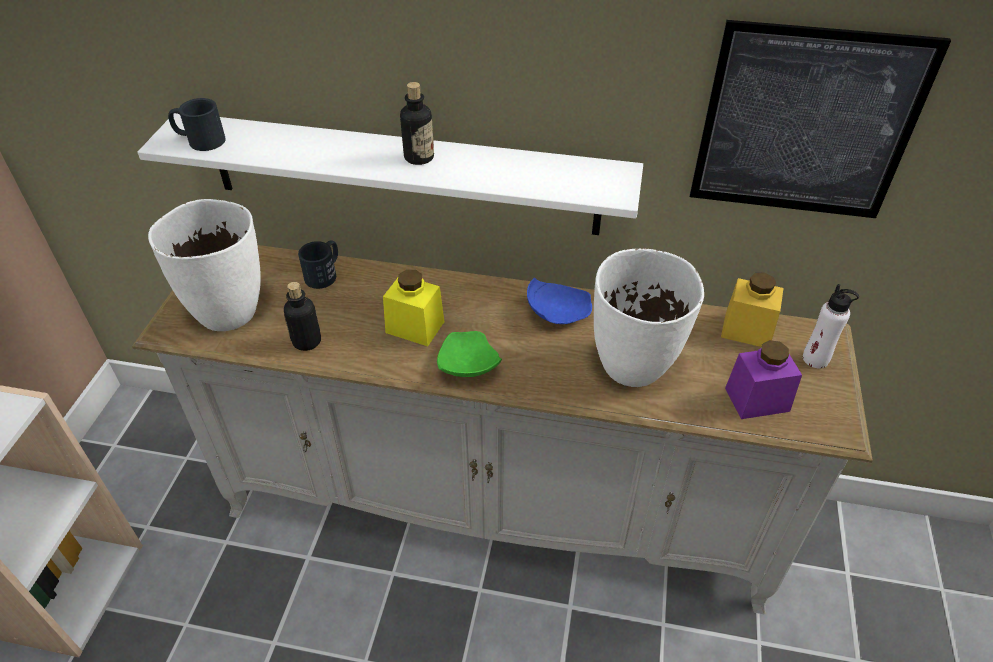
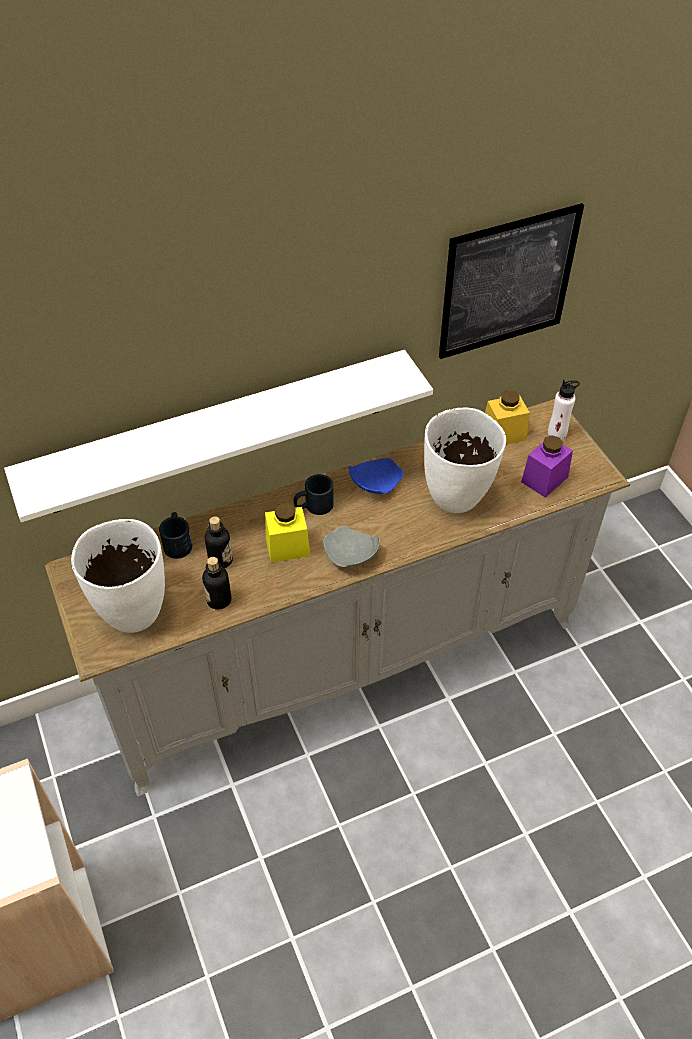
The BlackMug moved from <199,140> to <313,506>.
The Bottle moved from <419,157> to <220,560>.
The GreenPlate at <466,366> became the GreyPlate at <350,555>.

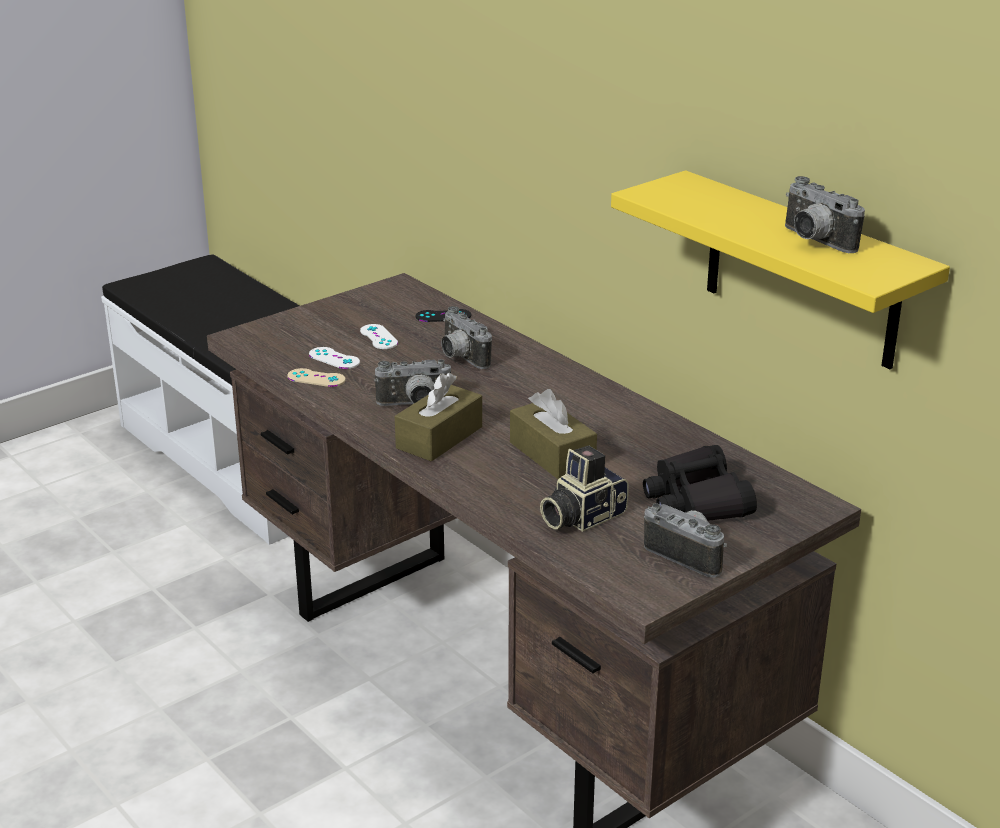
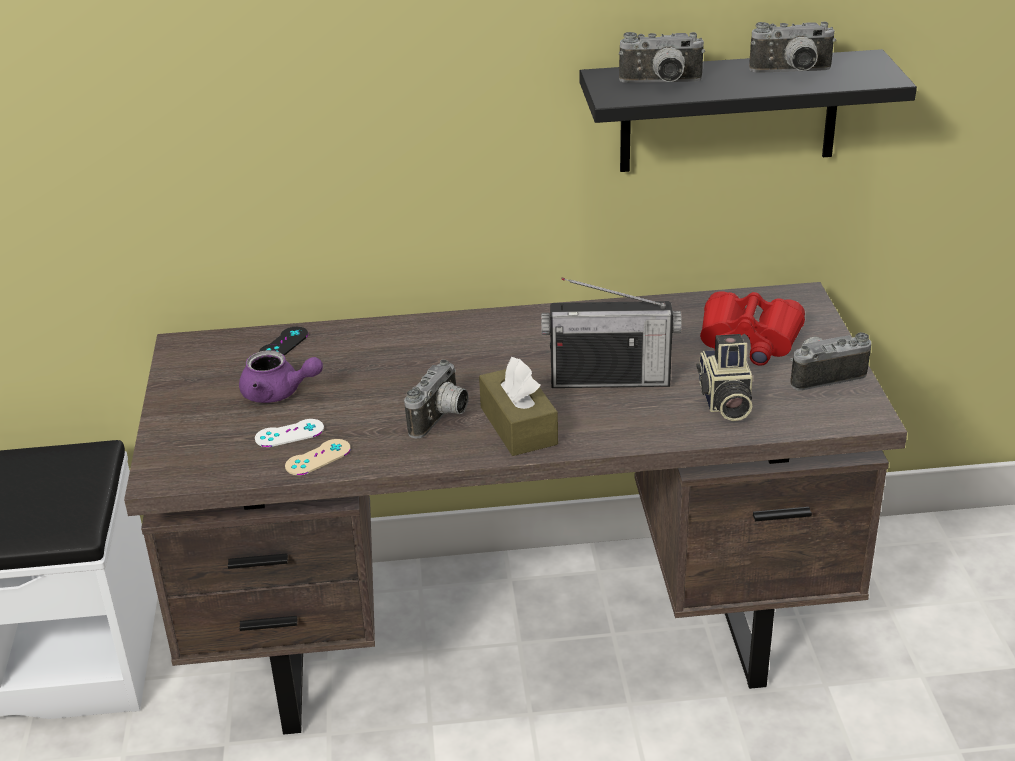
The WhiteGameController at <378,337> was replaced by the PurpleTeapot at <278,393>.
The PhotoCamera moved from <460,358> to <661,83>.
The BrownTissueBox at <552,454> was replaced by the Radio at <610,379>.
The YellowShelf at <802,271> became the BlackShelf at <729,112>.
The BlackBinoculars at <696,500> became the RedBinoculars at <748,341>.

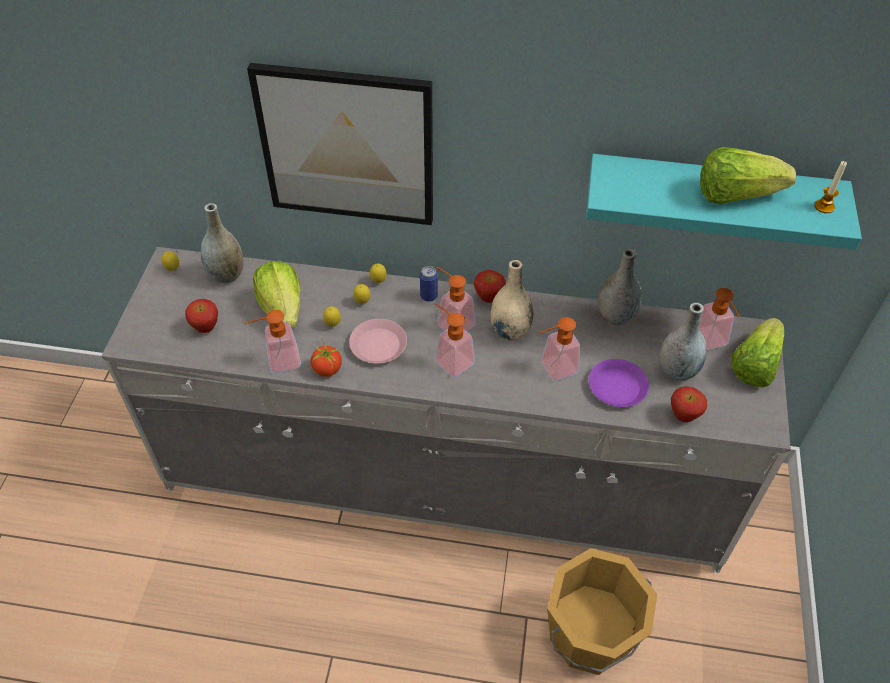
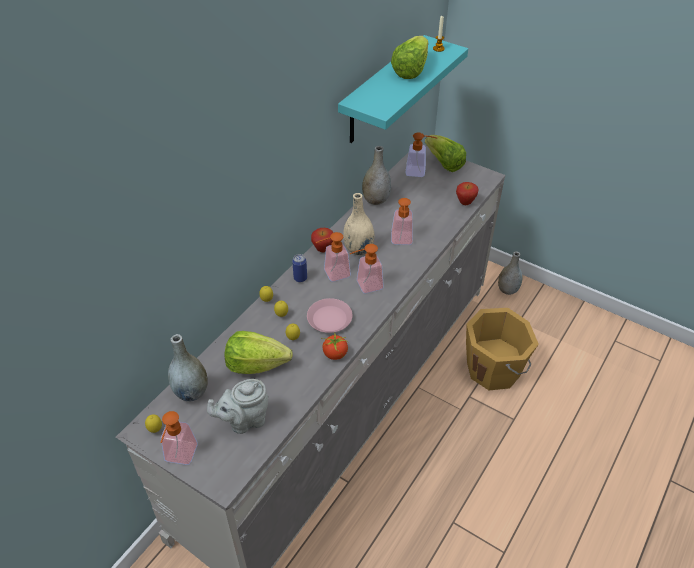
The Apple at <206,328> was replaced by the GreyTeapot at <244,420>.
The SoapDispenser moved from <277,362> to <179,458>.
The Picture at <347,146> disappeared.
The PurplePlate at <617,387> disappeared.
The GreyVase moved from <677,371> to <507,290>.

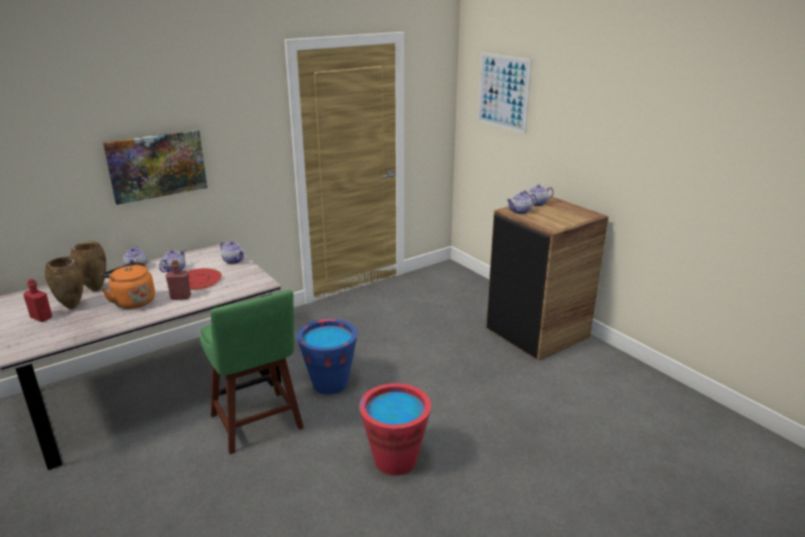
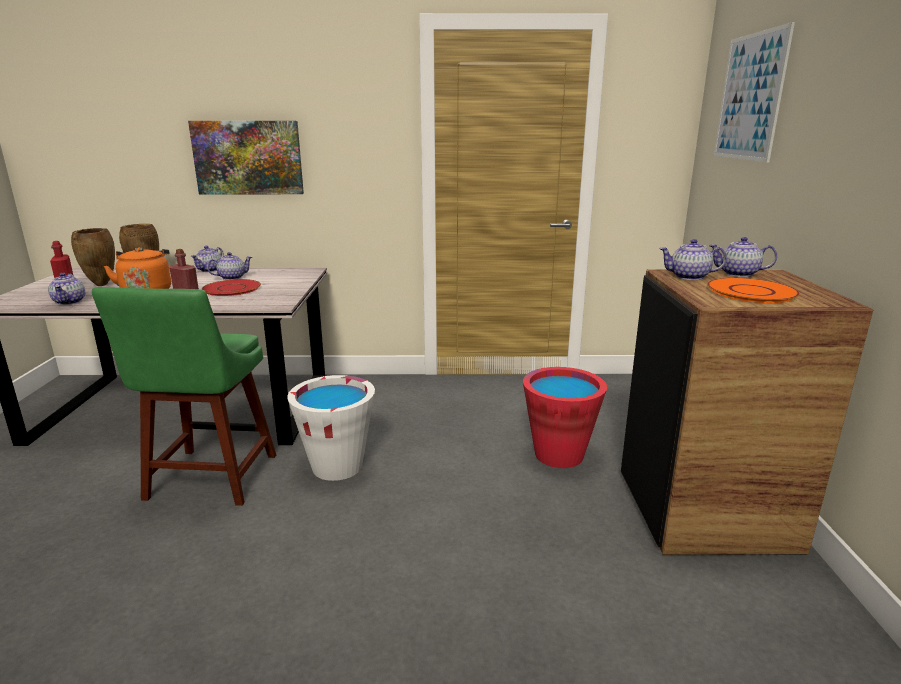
The Teapot moved from <234,261> to <70,302>.
The BlueBucket at <330,383> became the WhiteBucket at <337,466>.
The RedBucket moved from <395,460> to <559,455>.
The OrangePlate at <750,292> appeared.

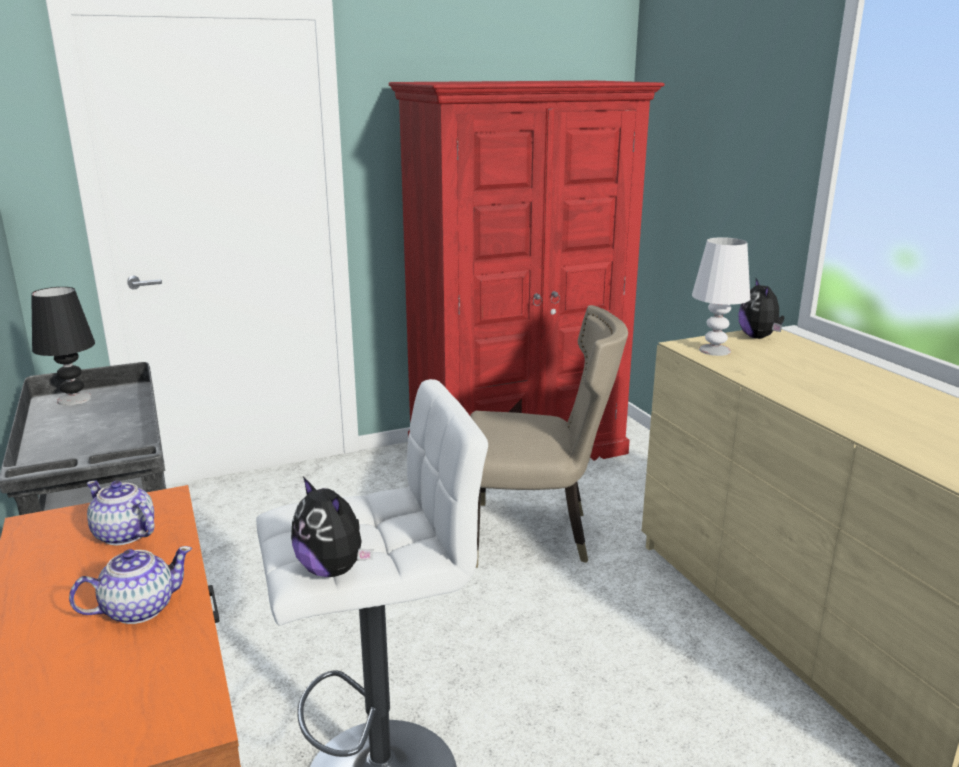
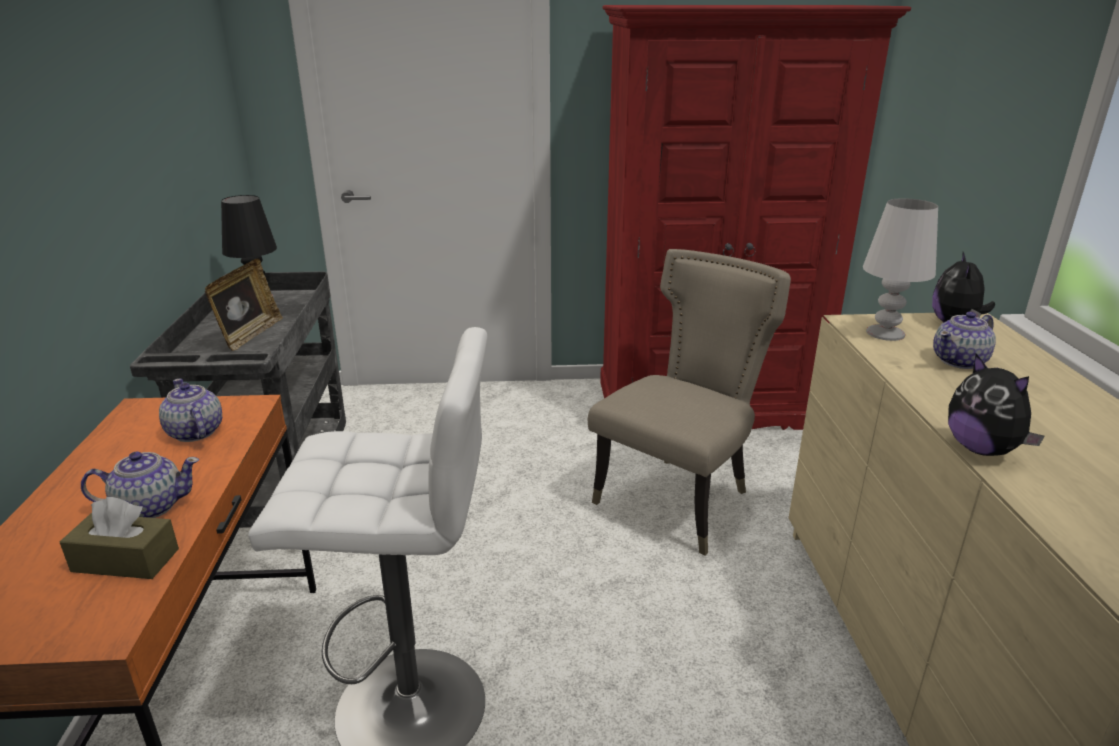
The PlushToy moved from <333,569> to <982,449>.
The BeigeChair at <535,535> turned 75 degrees counterclockwise.
The BrownTissueBox at <125,560> appeared.
The PictureFrame at <249,335> appeared.
The Teapot at <960,361> appeared.

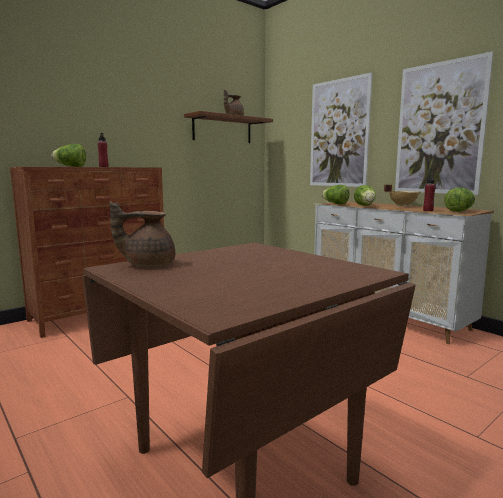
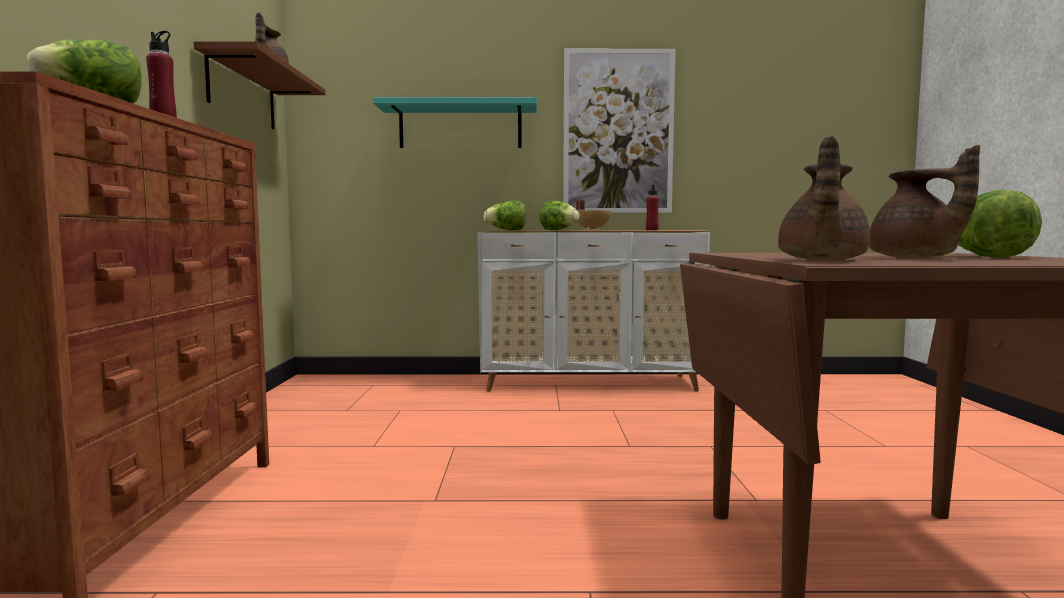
The Picture at <339,133> was replaced by the TurquoiseShelf at <460,127>.
The Lettuce moved from <460,211> to <984,256>.
The BrownTeapot at <915,258> appeared.

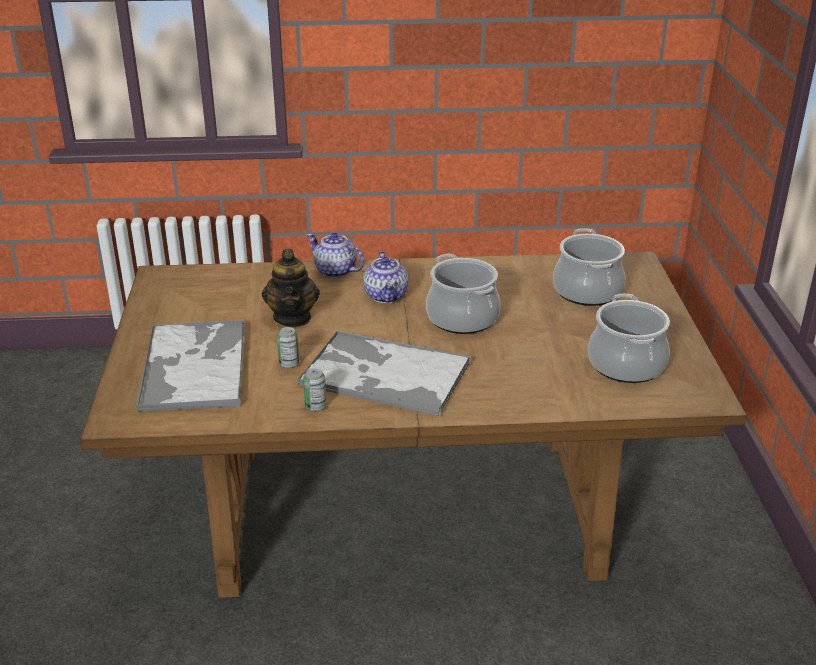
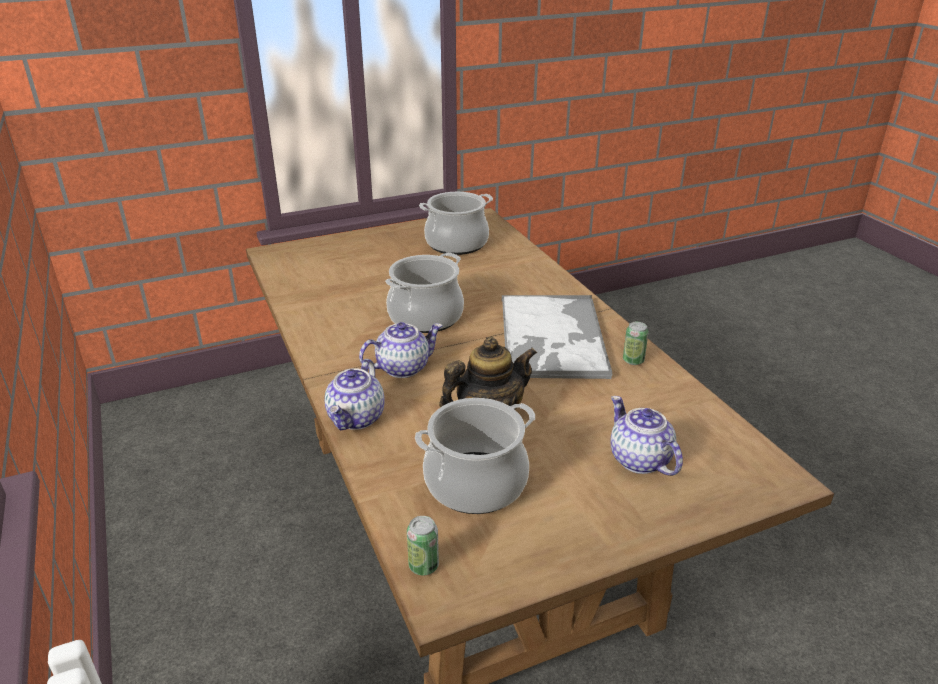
The Tray at <194,366> was replaced by the Teapot at <638,459>.
The Can moved from <289,364> to <423,566>.
The CookingPot moved from <587,291> to <475,483>.

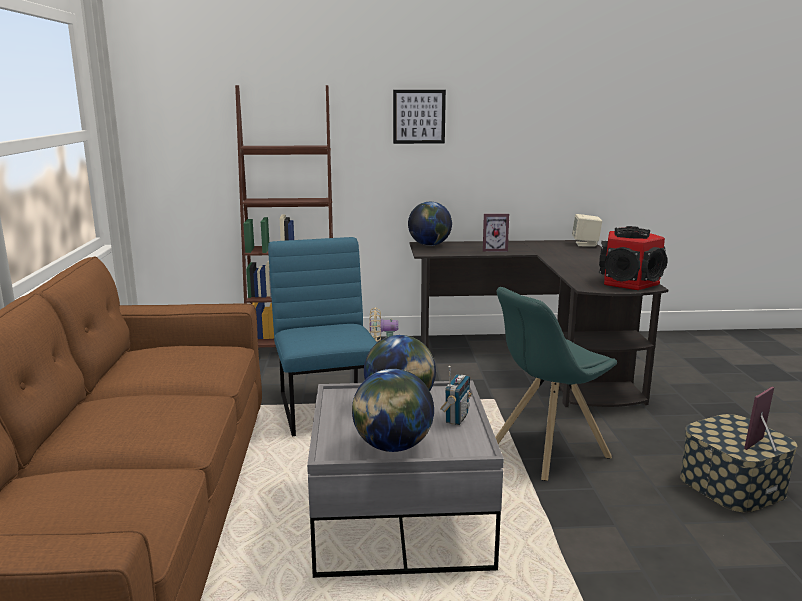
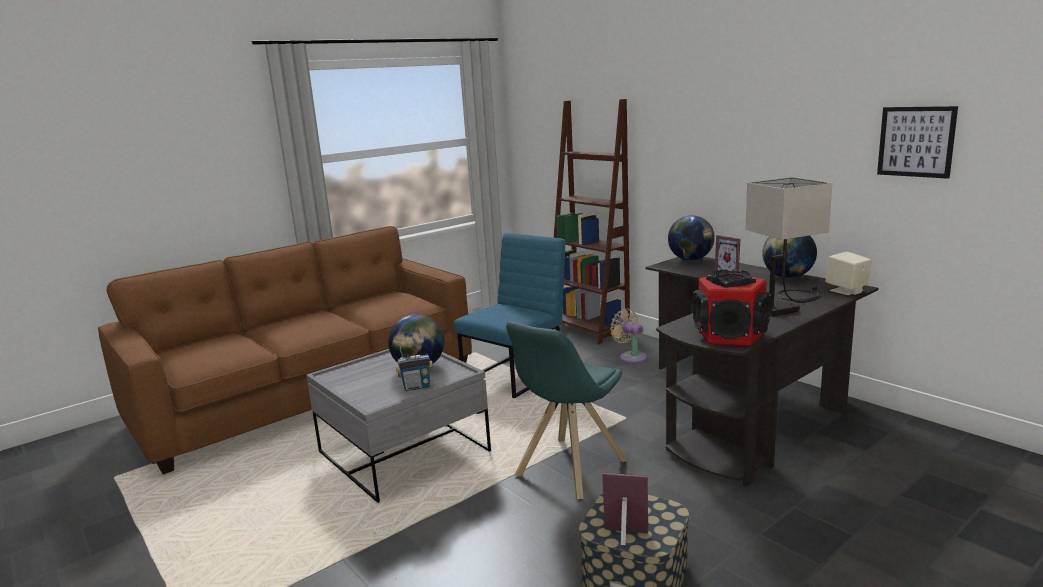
The Globe moved from <392,446> to <787,277>.
The Picture moved from <419,116> to <916,141>.
The TurquoiseChair at <548,451> turned 75 degrees counterclockwise.
The TableLamp at <789,304> appeared.

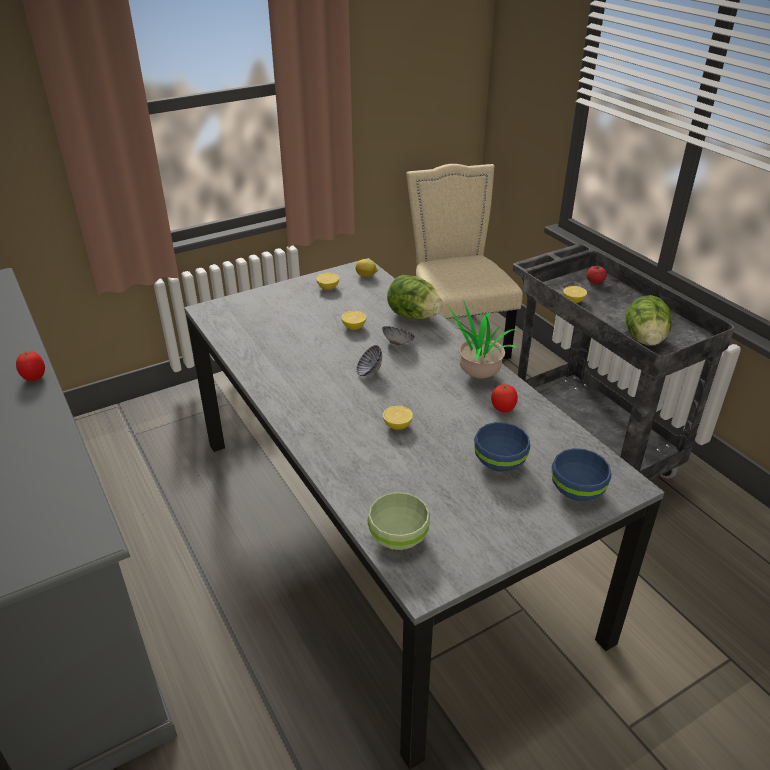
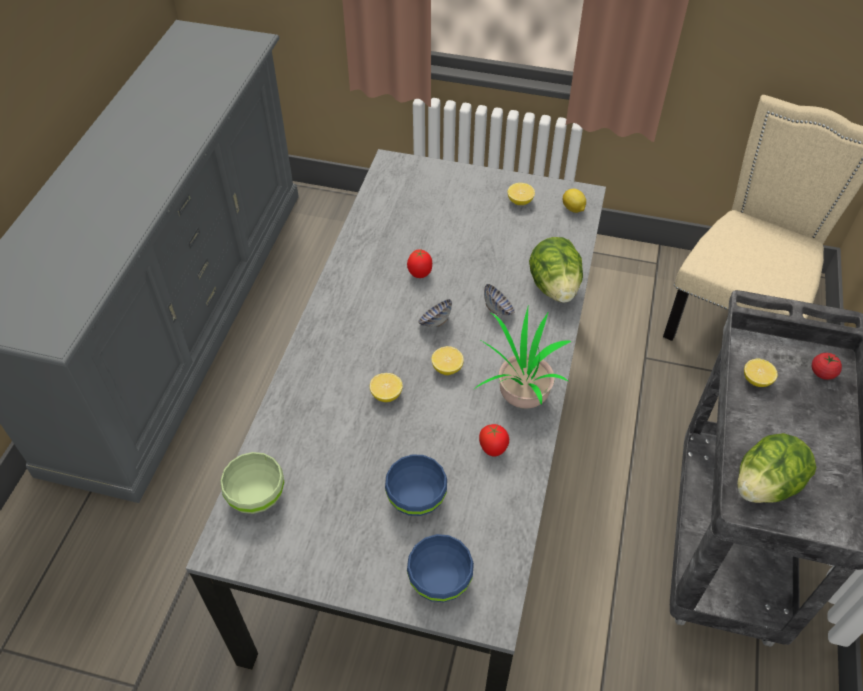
The Tomato moved from <35,378> to <420,274>.
The Lemon moved from <354,327> to <447,368>.

